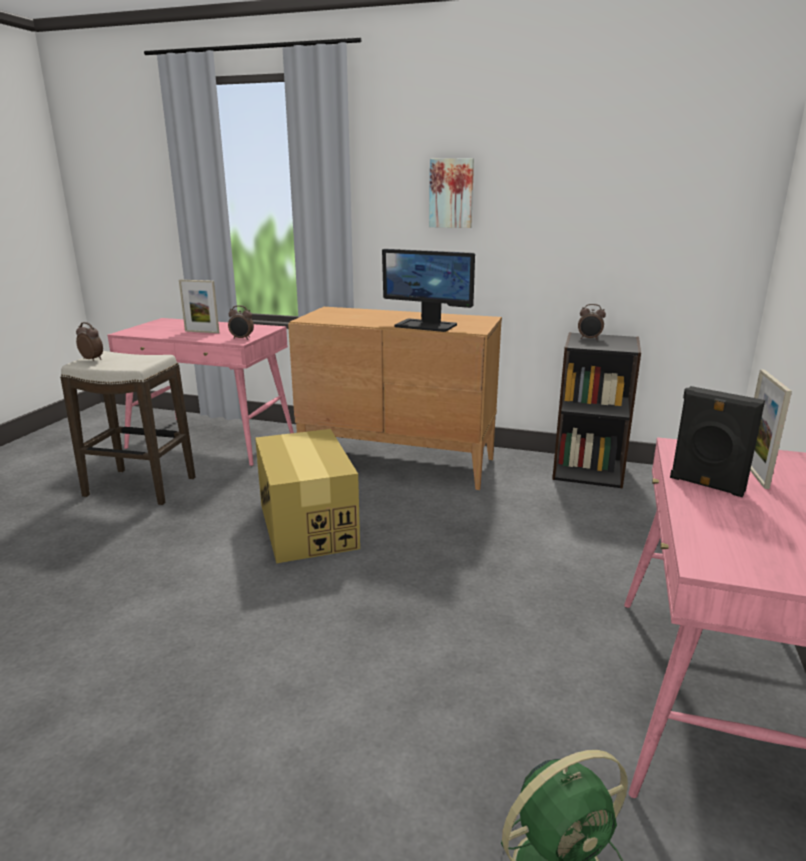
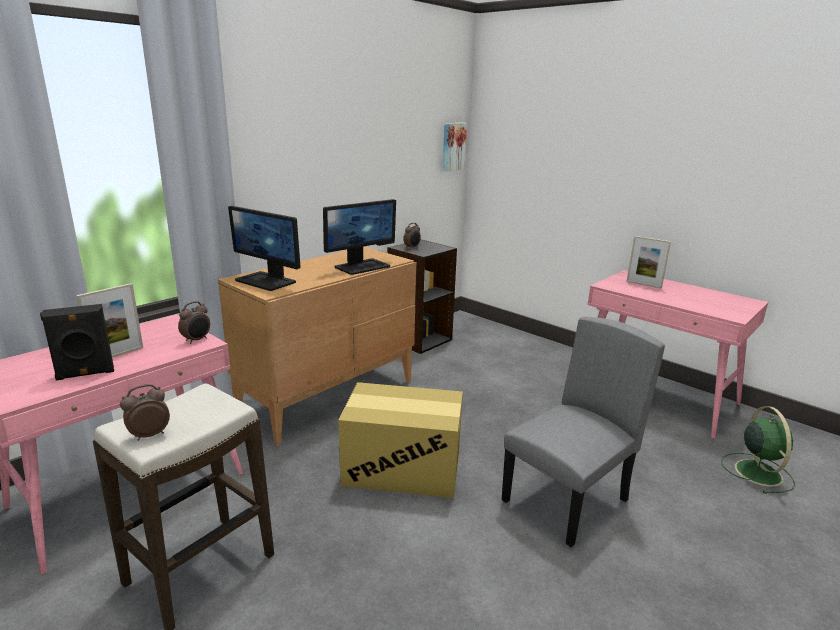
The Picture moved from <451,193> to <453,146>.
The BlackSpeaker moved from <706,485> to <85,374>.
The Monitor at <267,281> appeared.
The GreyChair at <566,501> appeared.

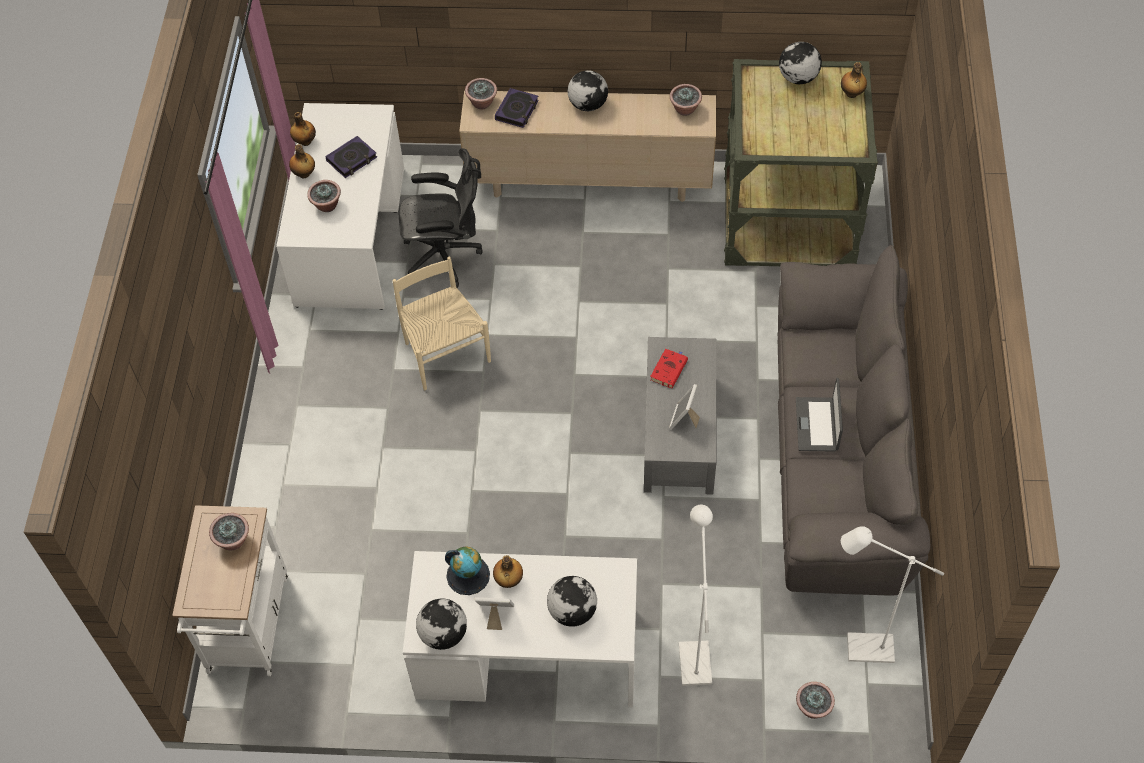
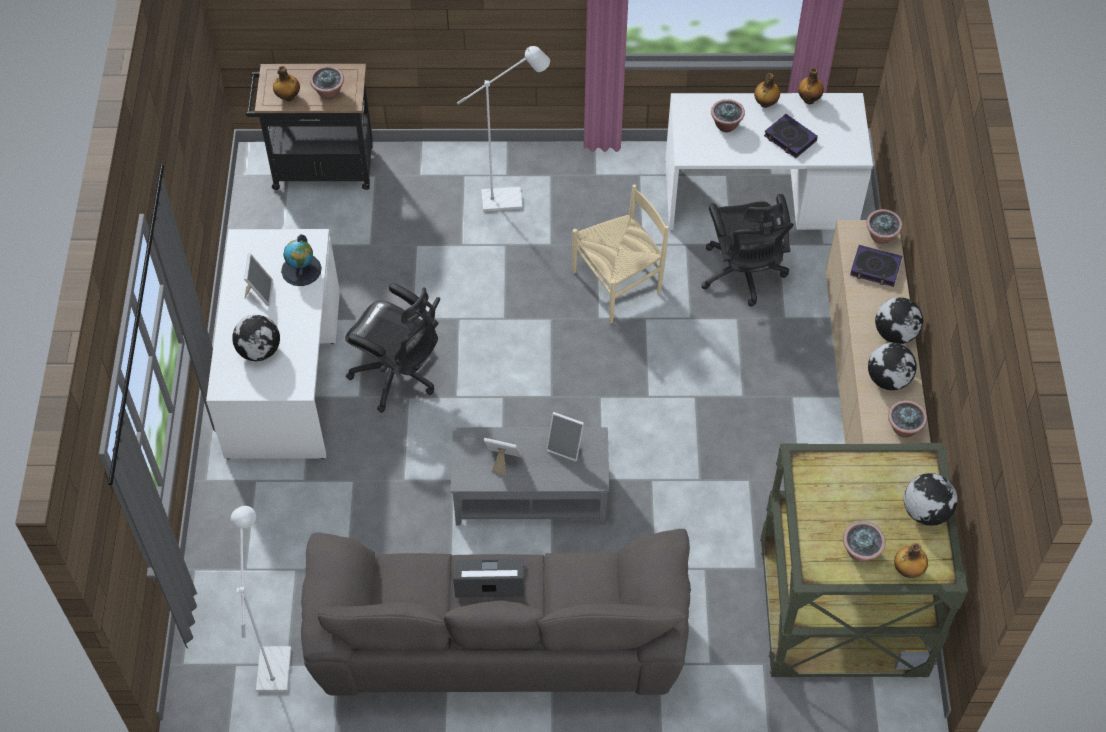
The WhiteCart at <247,627> became the BlackCart at <320,168>.
The Globe moved from <443,633> to <888,379>.
The Bottle moved from <508,580> to <288,97>.
The RedBook at <669,369> was replaced by the PictureFrame at <566,447>.
The WhiteFloorLamp moved from <694,654> to <510,199>.
The PottedPlant moved from <813,708> to <860,552>.
The OfficeChair at <399,376> appeared.

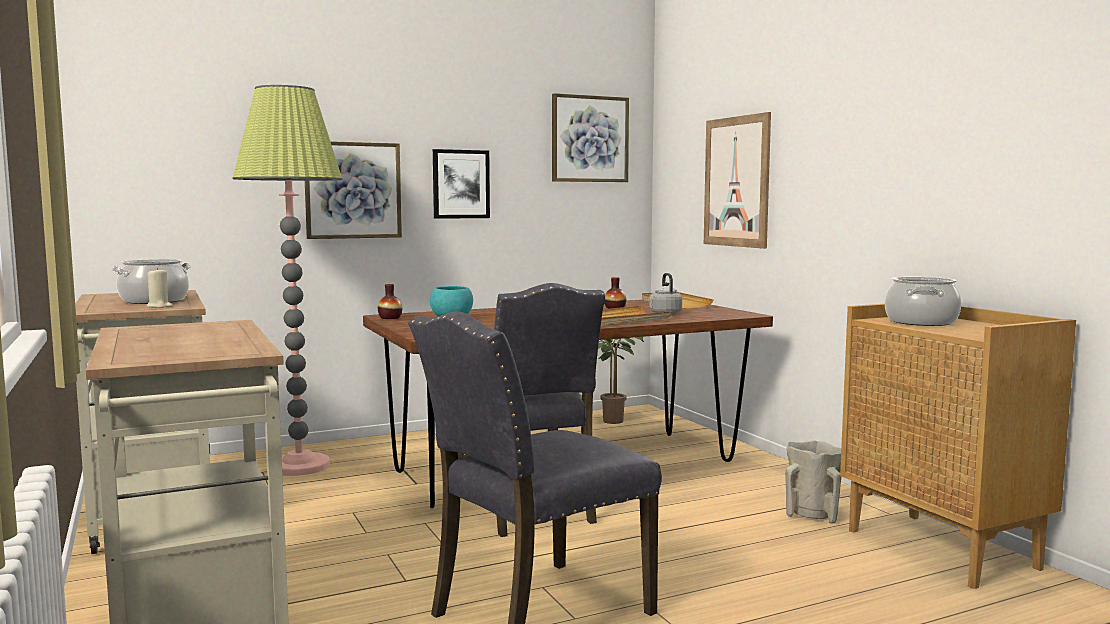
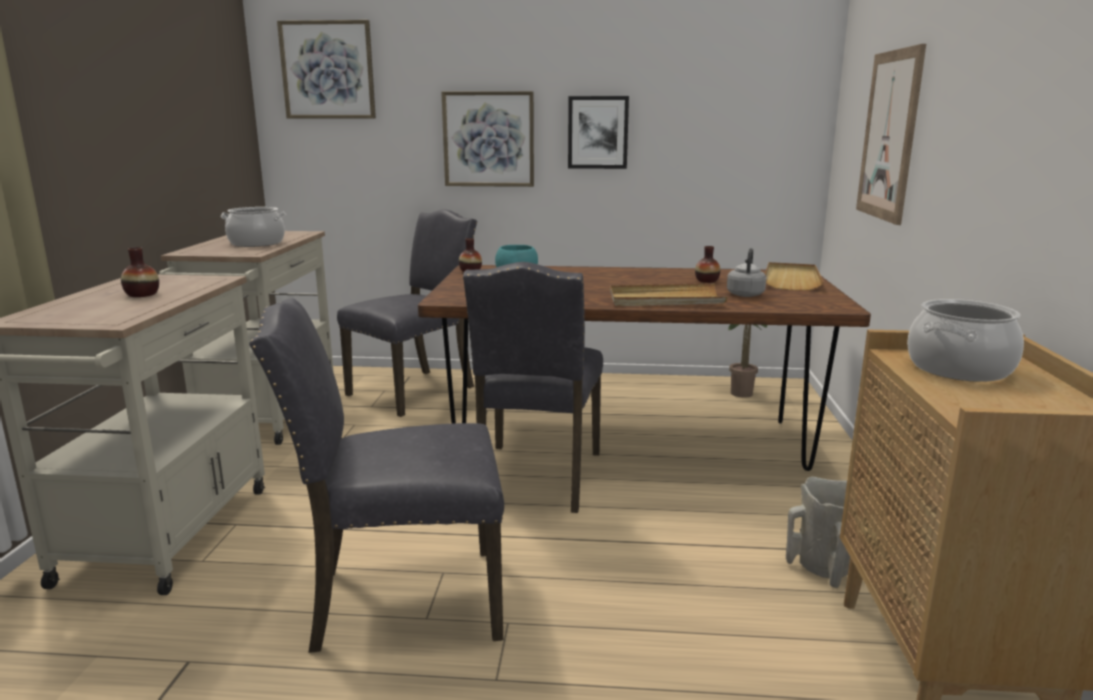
The BeigeCandle at <159,306> disappeared.
The FloorLamp at <299,466> was replaced by the GreyChair at <415,390>.
The Picture moved from <589,139> to <328,70>.
The Vase at <142,294> appeared.

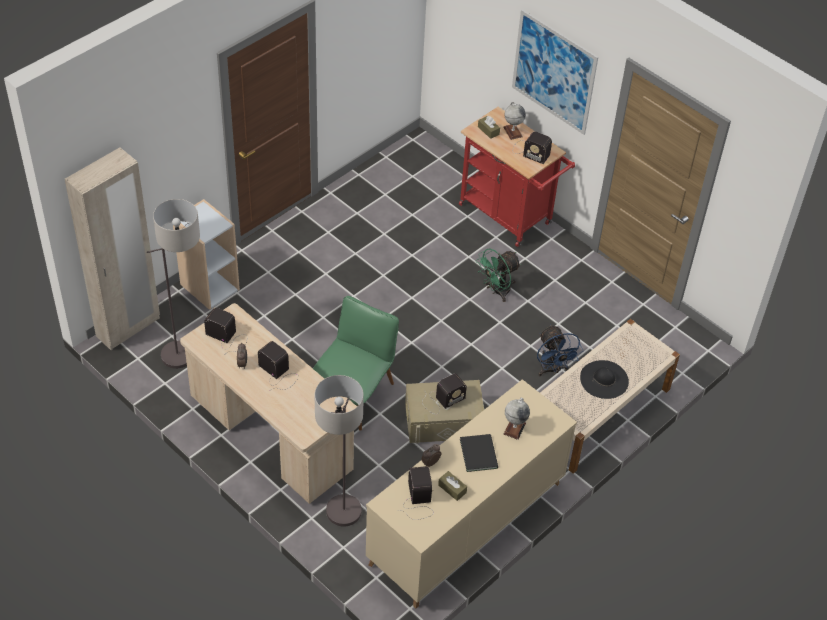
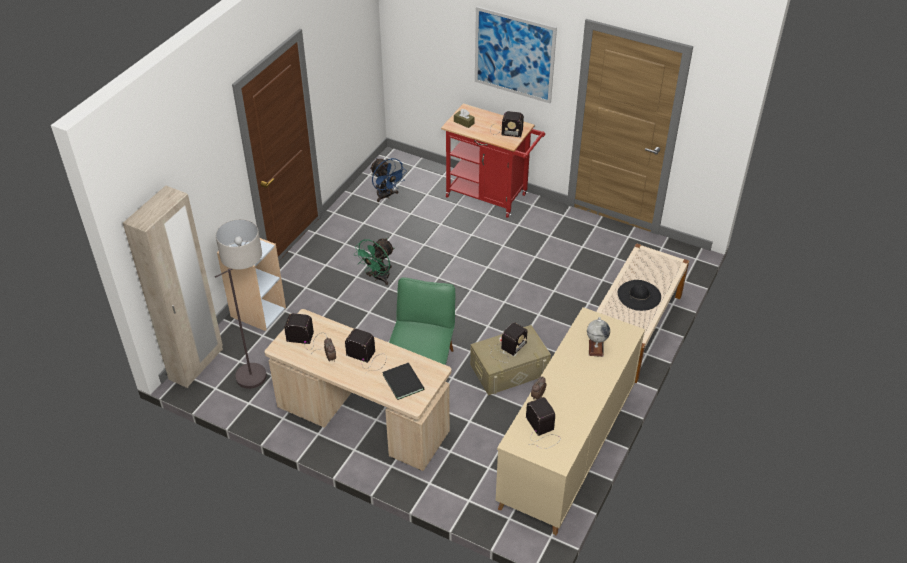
The GreyFloorLamp at <340,520> disappeared.
The BrownTissueBox at <452,489> disappeared.
The BlackBook moved from <479,452> to <403,381>.
The GreenFan moved from <497,291> to <378,278>.
The Globe at <512,132> disappeared.
The BlueFan moved from <552,370> to <386,196>.

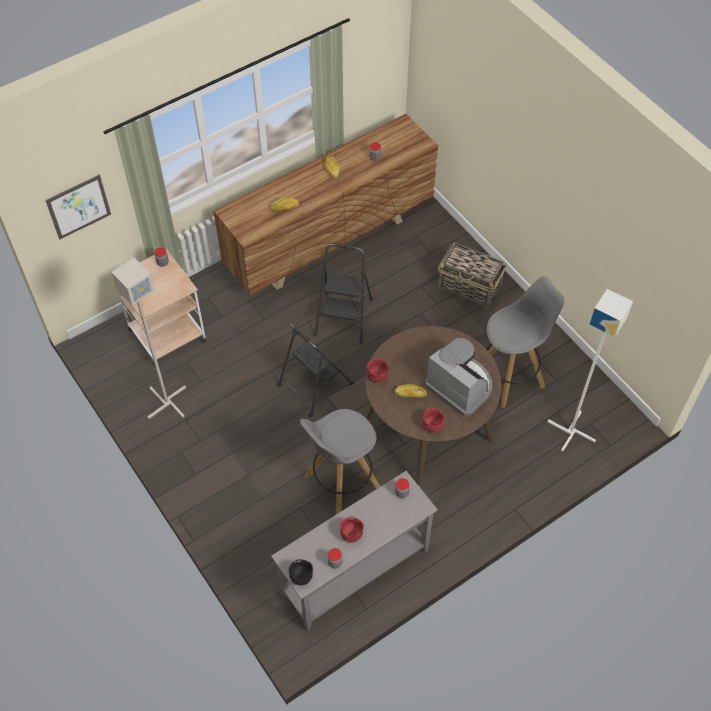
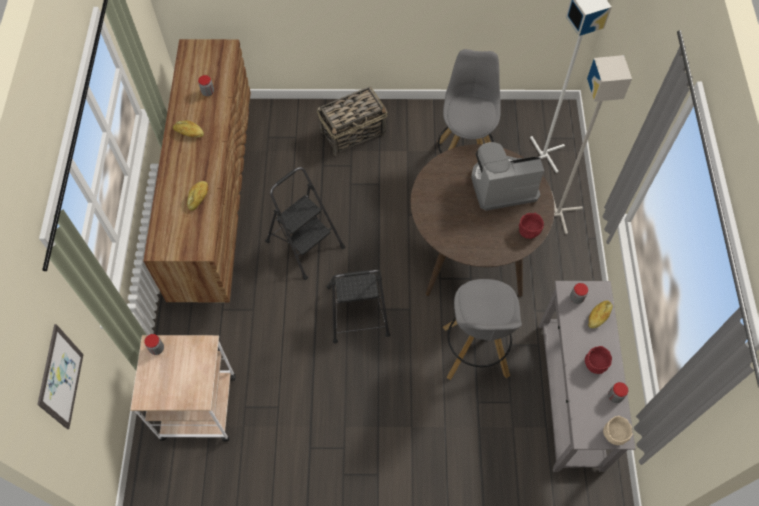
The GreyFloorLamp moved from <166,403> to <558,213>.
The BlackBowl at <301,577> became the BeigeBowl at <613,435>.
The RedBowl at <377,377> disappeared.
The Bread moved from <410,394> to <598,316>.

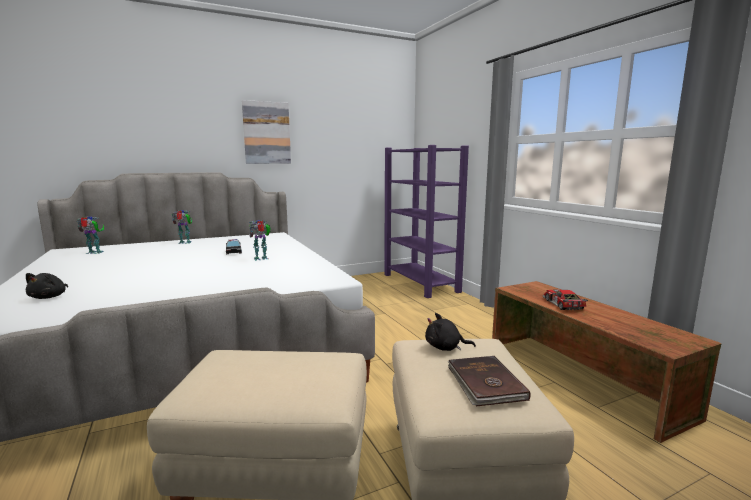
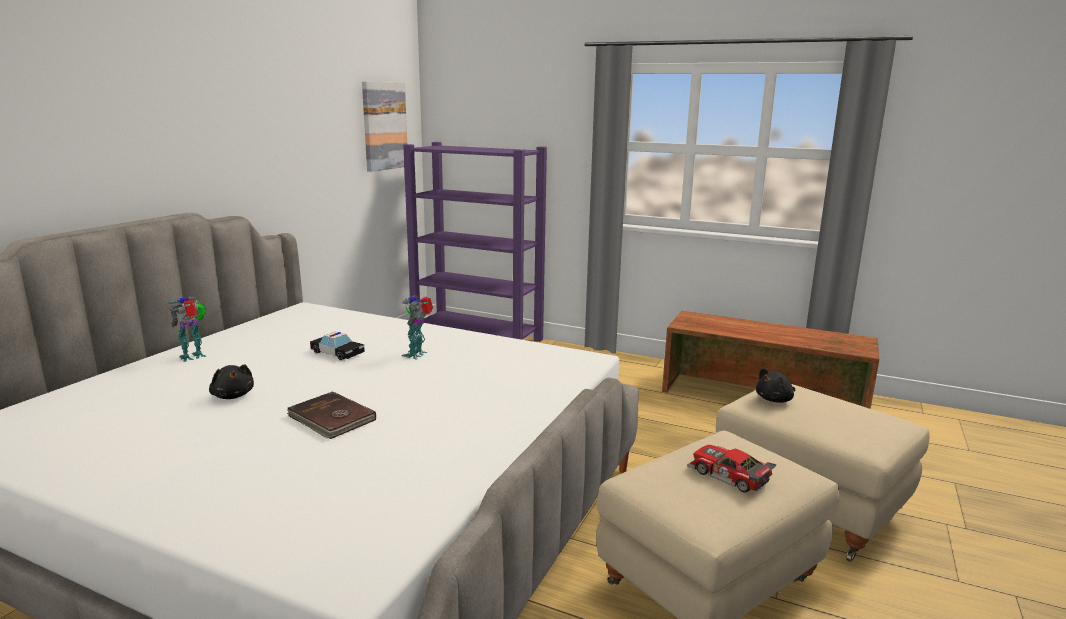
The BlackPlushToy moved from <49,297> to <233,395>.
The ToyRobot at <95,253> disappeared.
The Picture moved from <266,133> to <384,126>.
The BrownBook moved from <484,383> to <331,419>.
The ToyCar moved from <562,304> to <728,476>.

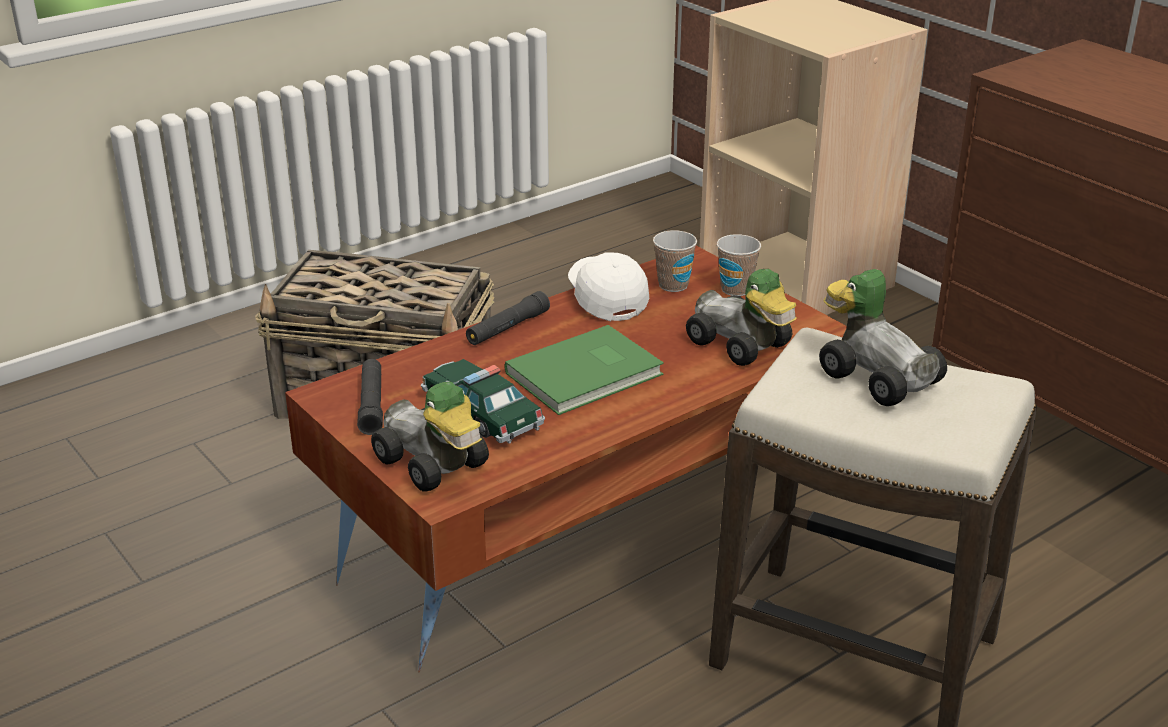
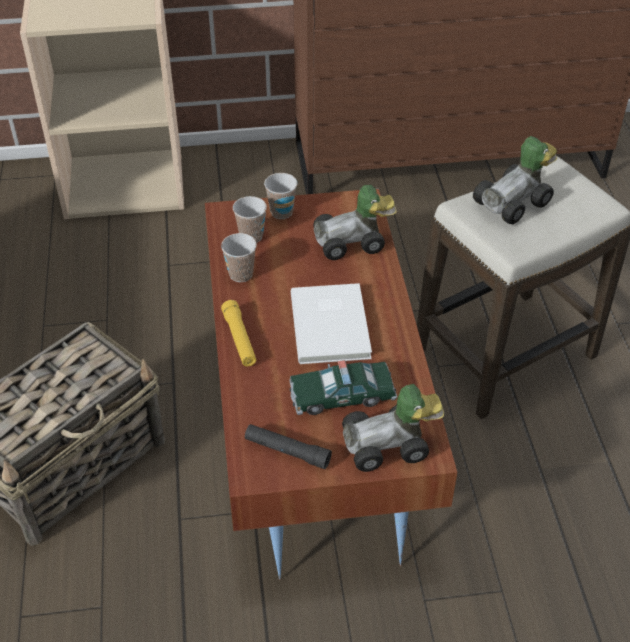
The BlackFlashlight at <507,328> became the YellowFlashlight at <239,339>.
The GreenBook at <588,374> became the WhiteBook at <332,324>.
The WhiteCap at <606,298> was replaced by the Cup at <241,274>.
The ToyCar at <877,375> turned 150 degrees clockwise.

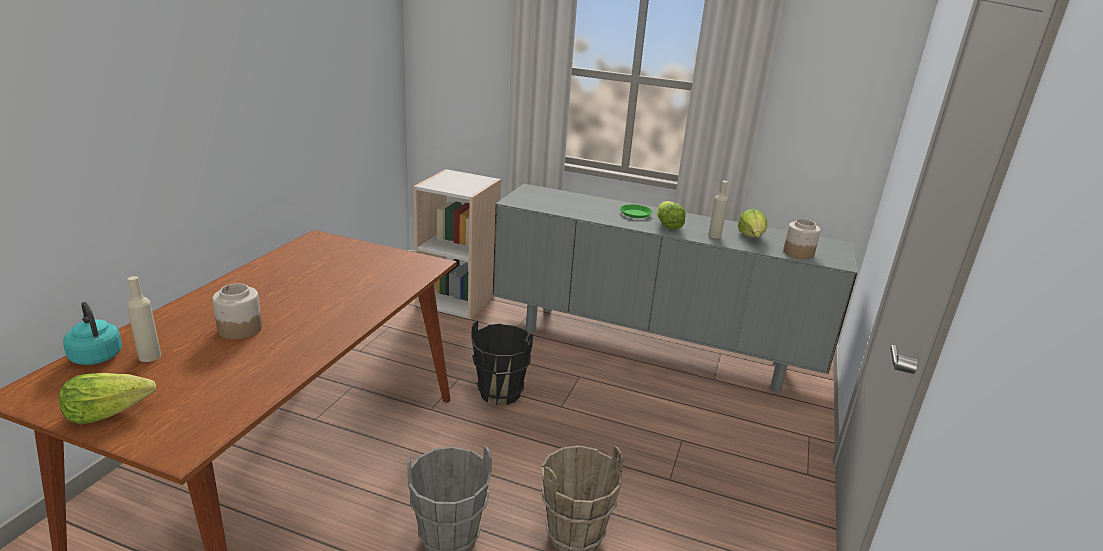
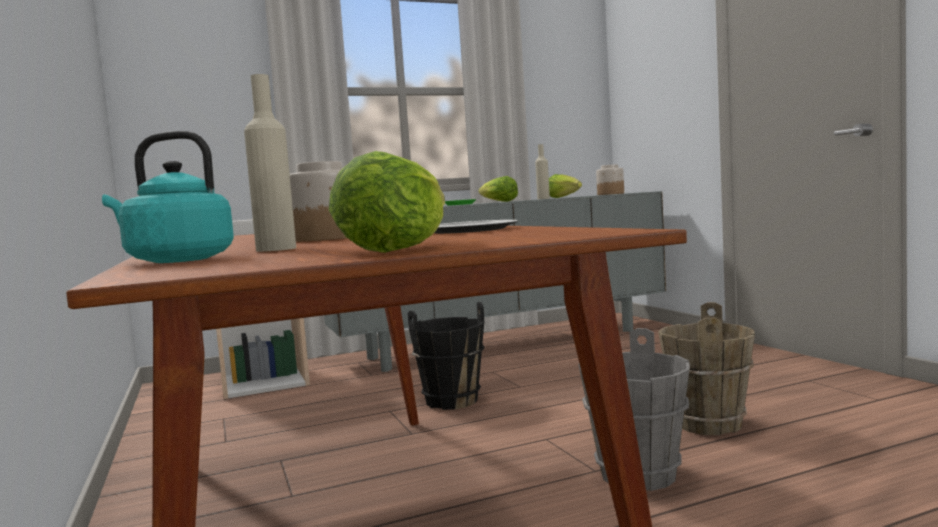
The Plate at <467,230> appeared.

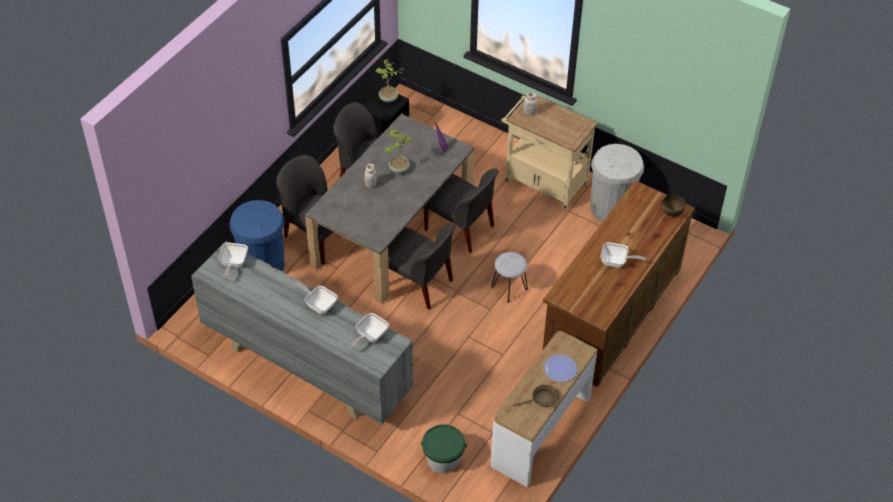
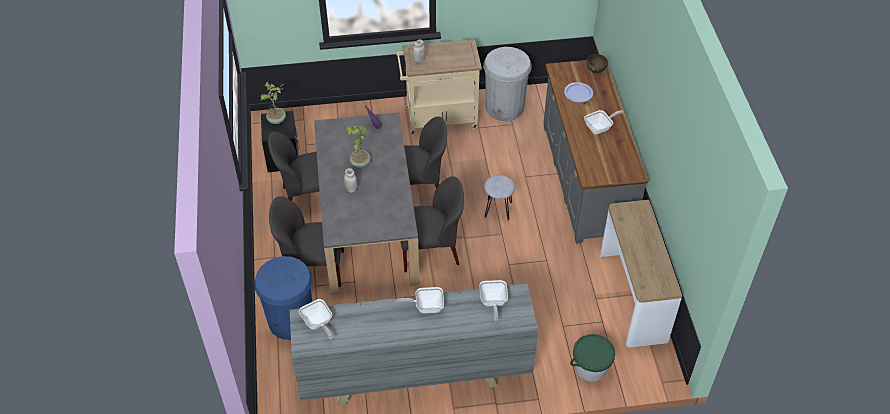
The BrownFryingPan at <542,399> disappeared.
The BrownDresser at <611,314> became the GreyDresser at <585,180>.
The Plate moved from <560,369> to <578,93>.

